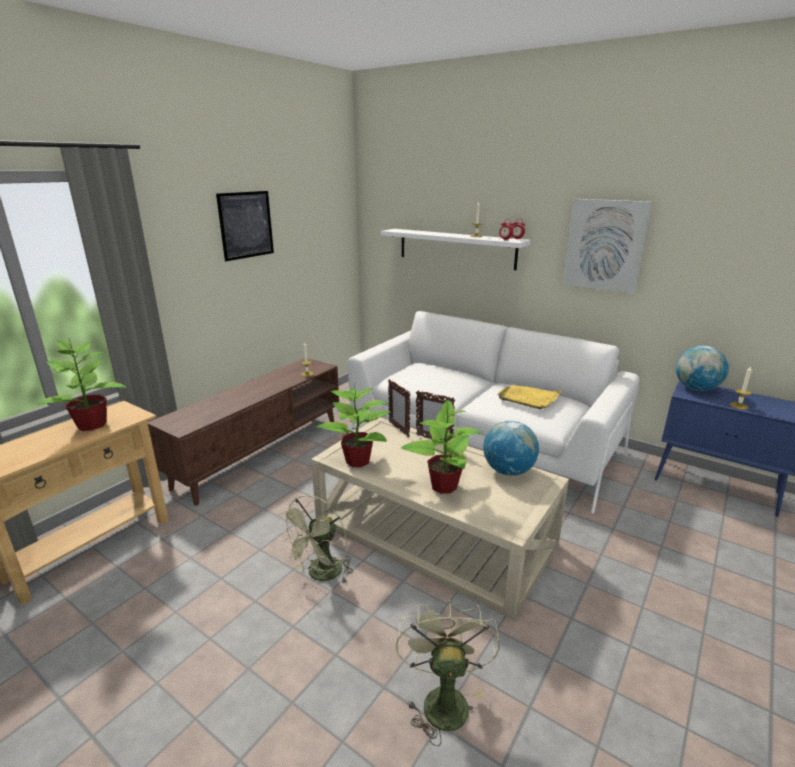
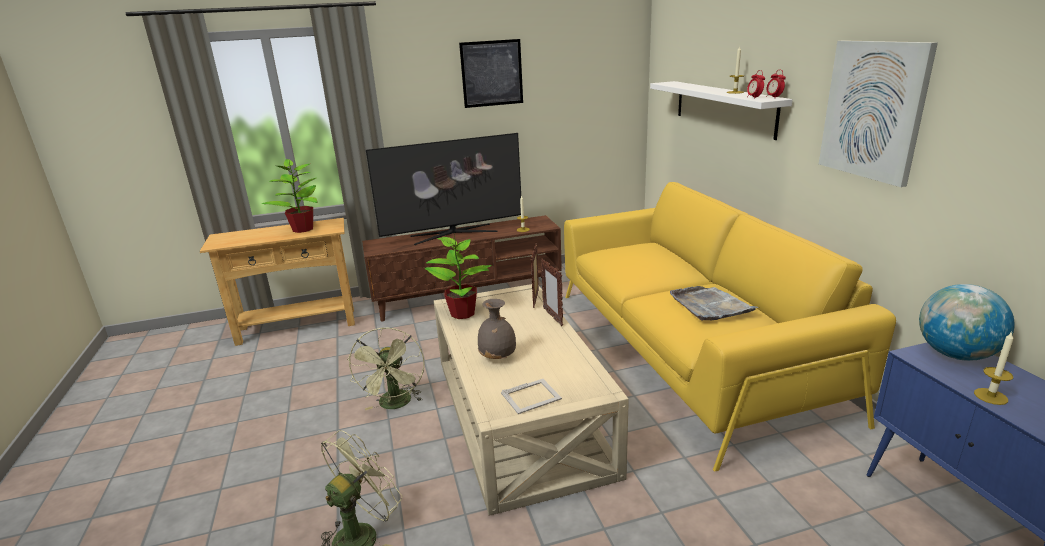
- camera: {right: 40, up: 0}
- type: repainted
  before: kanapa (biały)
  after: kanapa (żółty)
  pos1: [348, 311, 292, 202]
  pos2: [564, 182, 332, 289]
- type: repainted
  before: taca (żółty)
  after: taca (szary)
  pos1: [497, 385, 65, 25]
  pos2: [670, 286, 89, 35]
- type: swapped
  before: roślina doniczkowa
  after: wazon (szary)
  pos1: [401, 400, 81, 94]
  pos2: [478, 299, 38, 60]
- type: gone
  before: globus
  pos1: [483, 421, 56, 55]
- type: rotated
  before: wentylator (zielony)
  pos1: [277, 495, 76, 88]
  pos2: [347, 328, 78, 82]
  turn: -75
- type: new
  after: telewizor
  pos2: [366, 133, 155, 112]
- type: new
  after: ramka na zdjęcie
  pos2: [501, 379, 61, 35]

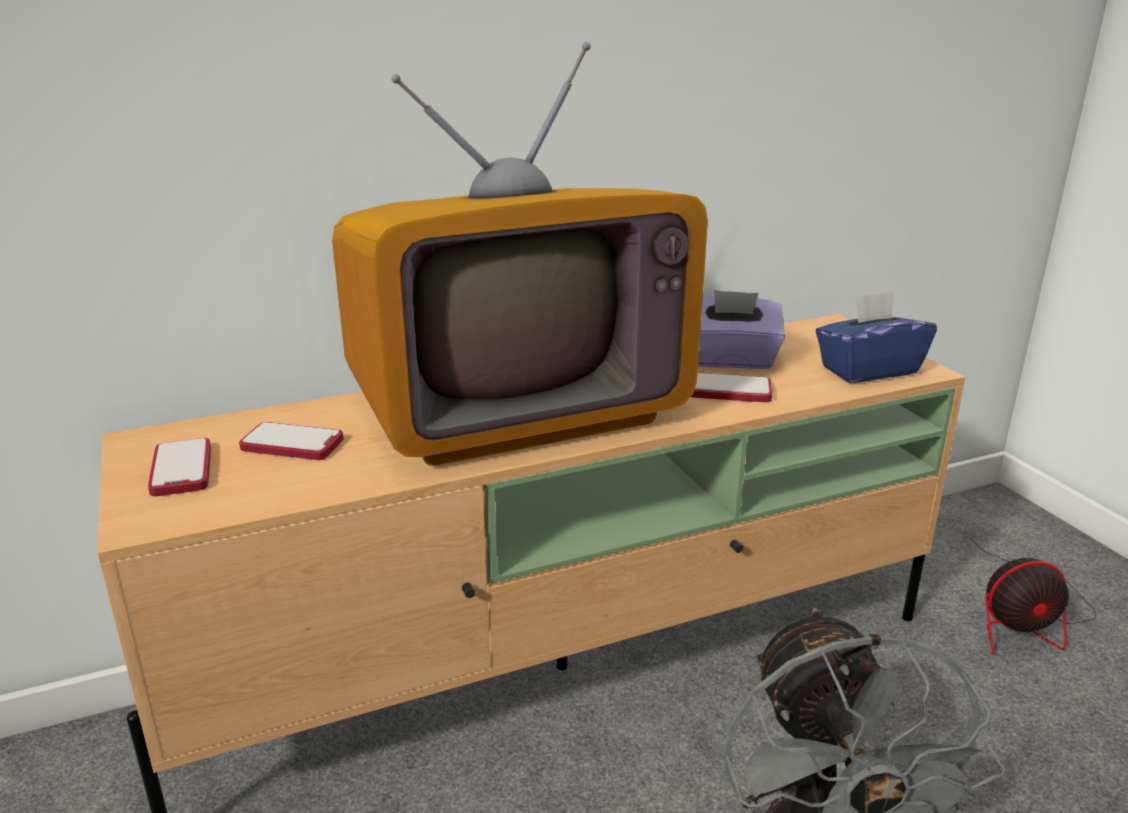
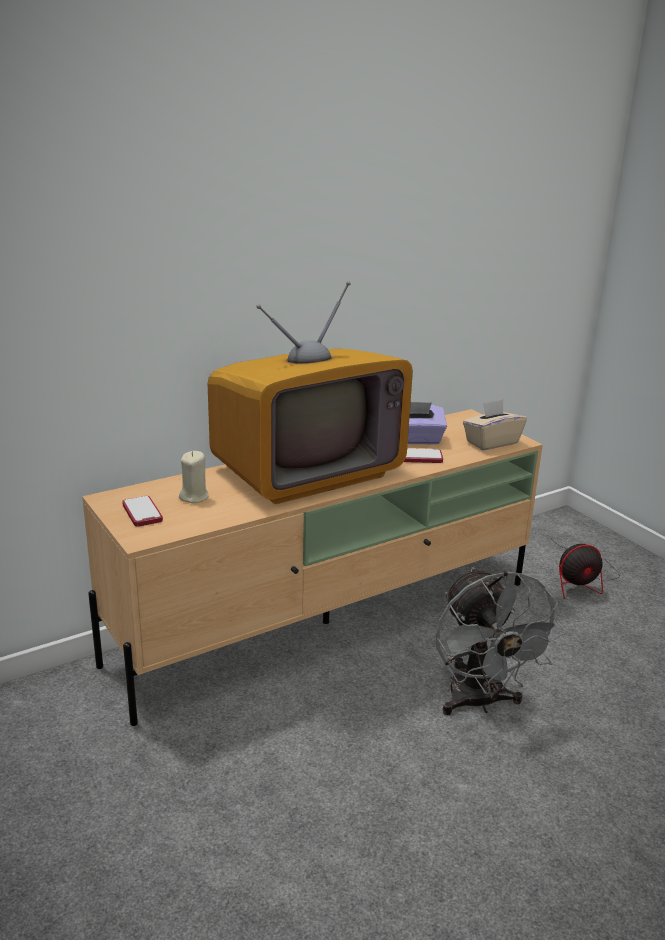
- camera: {right: -10, up: 0}
- type: repainted
  before: pudełko chusteczek (niebieski)
  after: pudełko chusteczek (beżowy)
  pos1: [816, 291, 121, 92]
  pos2: [463, 399, 64, 52]
- type: swapped
  before: telefon
  after: świeca (beżowy)
  pos1: [239, 422, 104, 38]
  pos2: [179, 451, 30, 52]

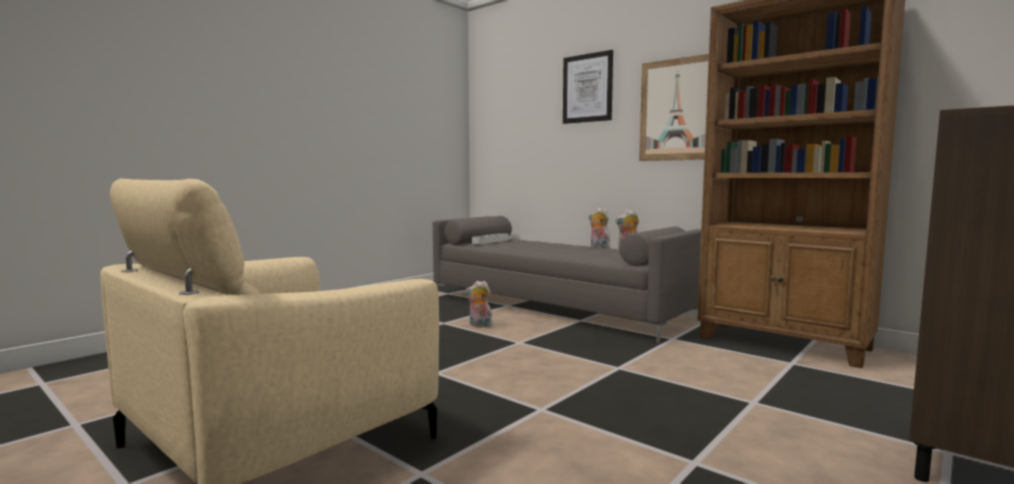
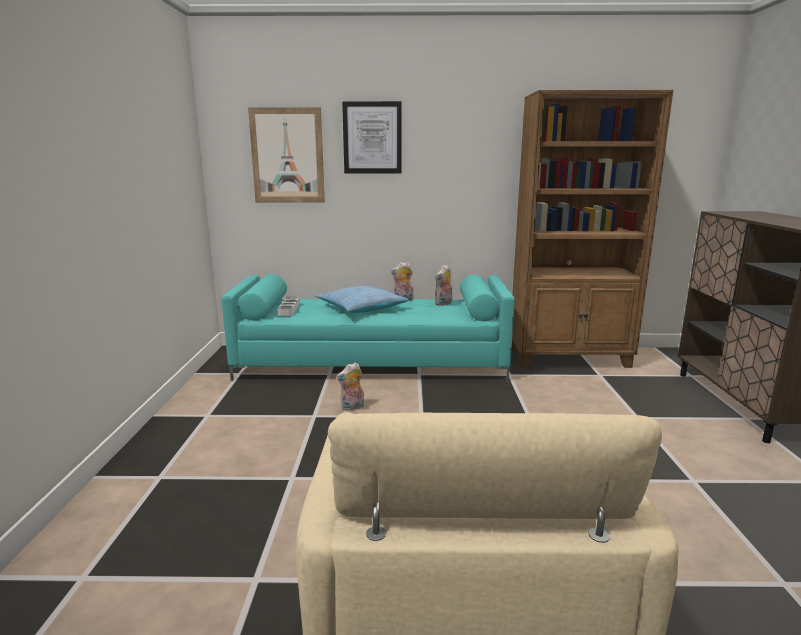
- camera: {right: -40, up: 10}
- type: shifted
  before: obraz
  pos1: [639, 54, 70, 107]
  pos2: [248, 107, 77, 96]
- type: repainted
  before: kanapa (szary)
  after: kanapa (turkusowy)
  pos1: [433, 216, 268, 127]
  pos2: [221, 274, 294, 108]
- type: new
  after: poduszka
  pos2: [315, 286, 94, 27]

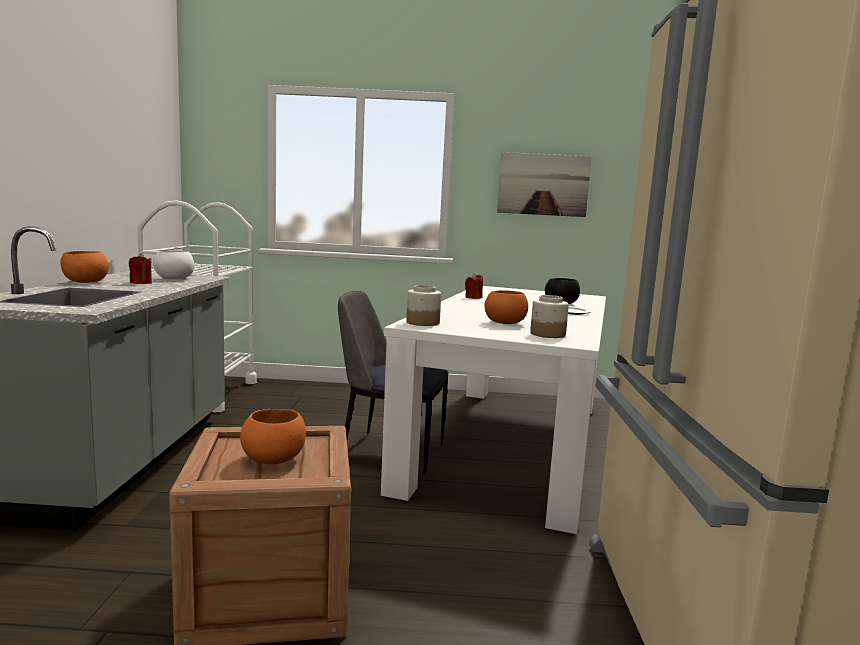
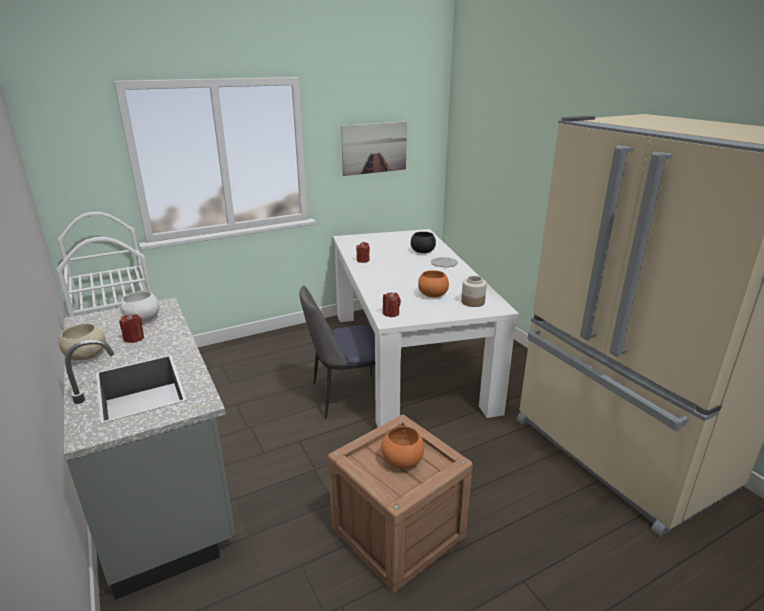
- camera: {right: -30, up: 15}
- type: repainted
  before: miska (pomarańczowy)
  after: miska (beżowy)
  pos1: [60, 251, 49, 32]
  pos2: [59, 323, 46, 37]
- type: swapped
  before: słoik
  after: świeca (czerwony)
  pos1: [406, 285, 35, 41]
  pos2: [382, 292, 19, 25]

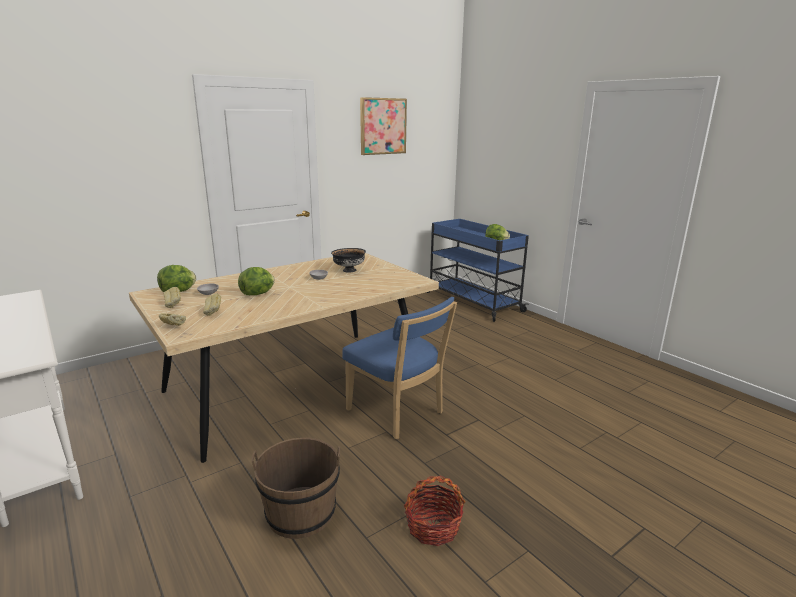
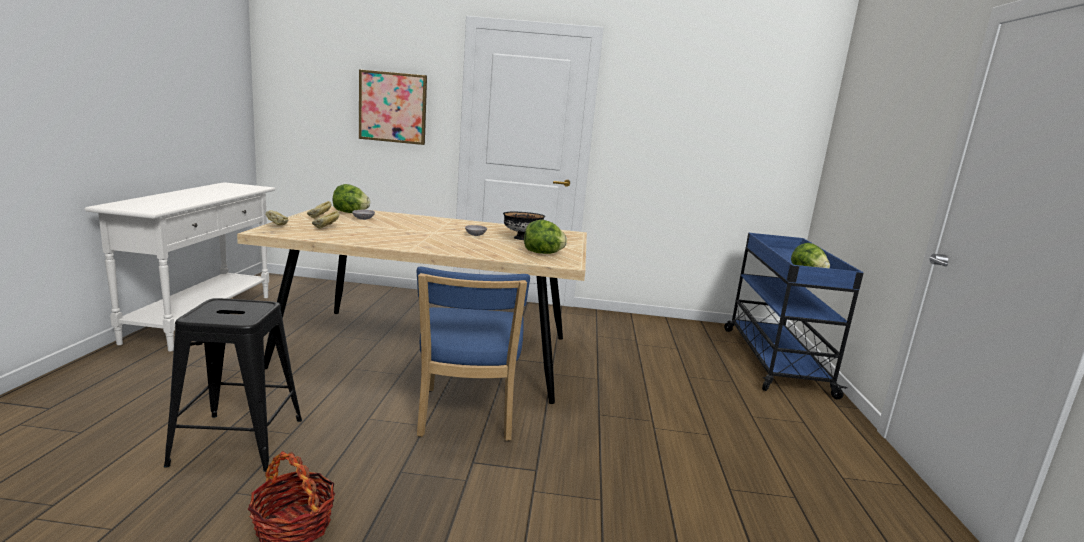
- camera: {right: 40, up: -5}
- type: shifted
  before: obraz
  pos1: [360, 97, 47, 58]
  pos2: [359, 69, 68, 76]
- type: shifted
  before: sałata
  pos1: [238, 267, 37, 28]
  pos2: [524, 220, 43, 34]
- type: swapped
  before: wiadro (brązowy)
  after: stołek (czarny)
  pos1: [252, 438, 88, 101]
  pos2: [164, 298, 138, 174]

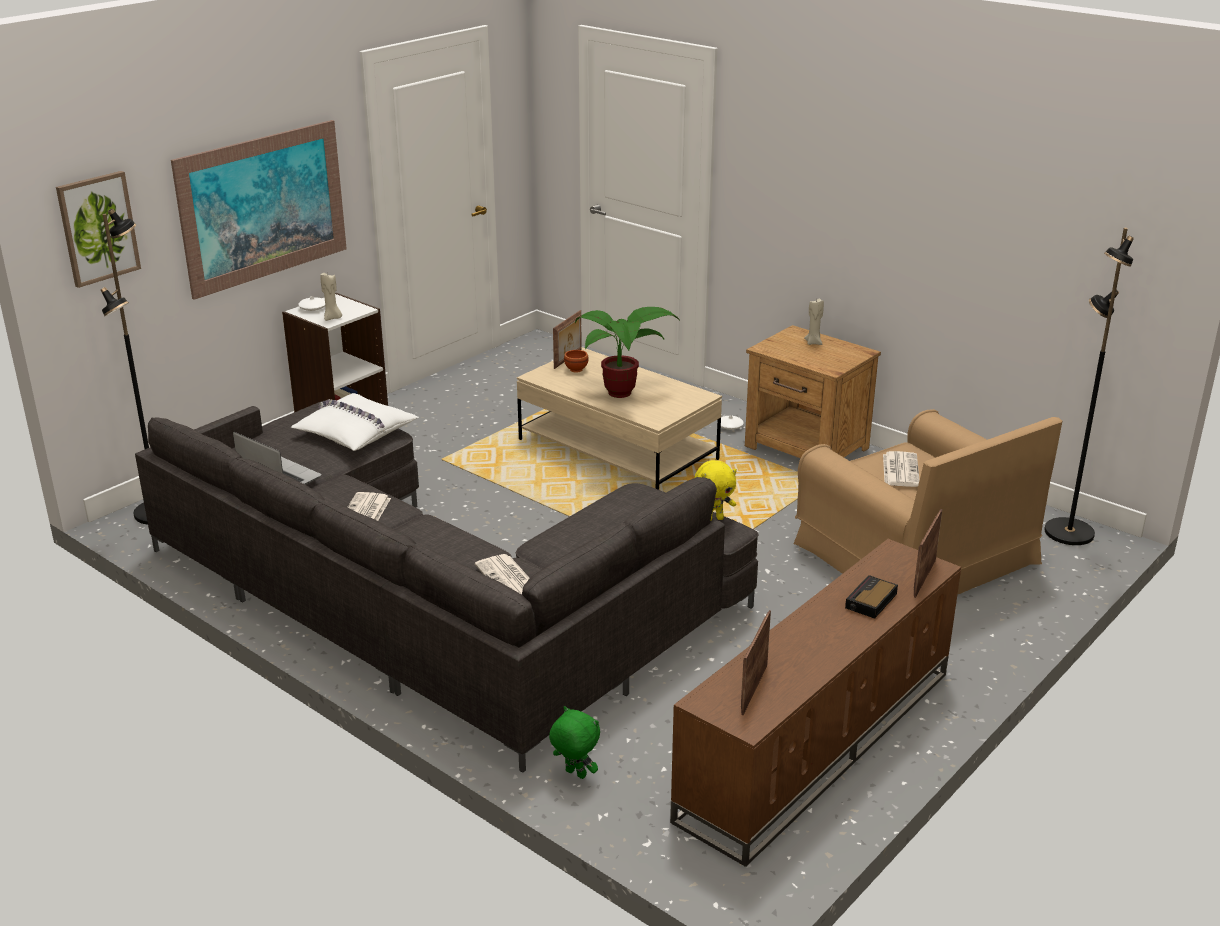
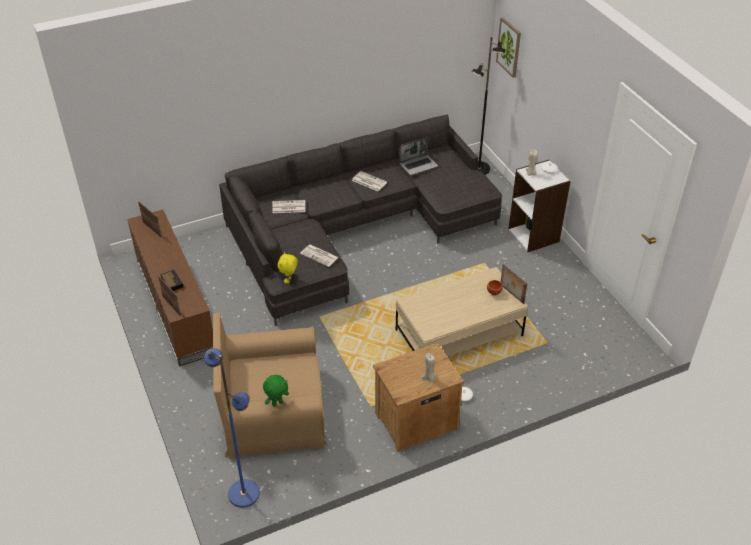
- camera: {right: 115, up: 15}
- type: gone
  before: obraz
  pos1: [171, 120, 176, 180]
- type: repainted
  before: lampa stojąca (czarny)
  after: lampa stojąca (niebieski)
  pos1: [1044, 228, 90, 317]
  pos2: [204, 348, 56, 159]
- type: gone
  before: roślina doniczkowa
  pos1: [575, 307, 104, 91]
- type: gone
  before: poduszka (biały)
  pos1: [291, 393, 128, 58]
- type: shifted
  before: gazeta
  pos1: [883, 451, 37, 36]
  pos2: [300, 245, 39, 22]
- type: shifted
  before: pluszak (zielony)
  pos1: [549, 706, 51, 73]
  pos2: [263, 375, 26, 32]

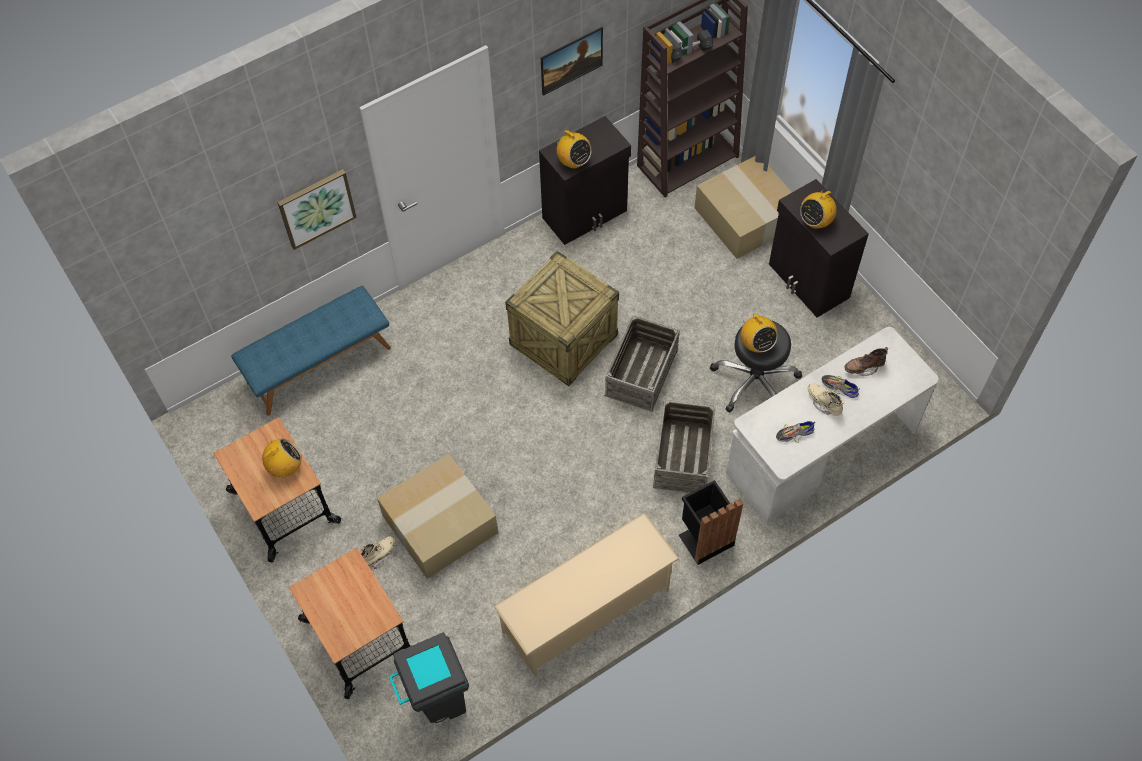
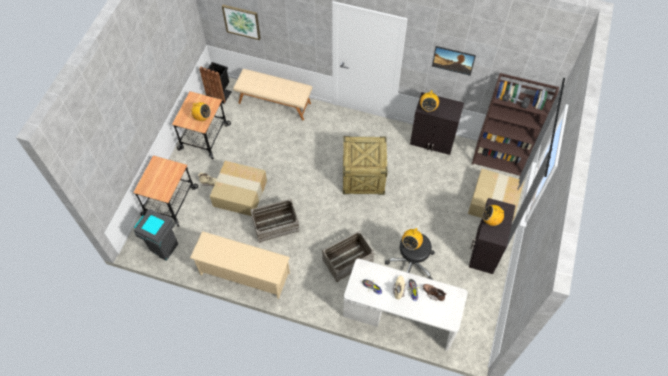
- camera: {right: 50, up: 0}
- type: shifted
  before: obraz
  pos1: [277, 169, 80, 81]
  pos2: [222, 5, 39, 35]
- type: repainted
  before: ławka (niebieski)
  after: ławka (beżowy)
  pos1: [231, 286, 160, 130]
  pos2: [233, 69, 79, 52]
- type: shifted
  before: skrzynka
  pos1: [604, 315, 76, 97]
  pos2: [251, 199, 49, 44]
- type: shifted
  before: kosz na śmieci (czarny)
  pos1: [679, 480, 64, 85]
  pos2: [199, 62, 33, 42]

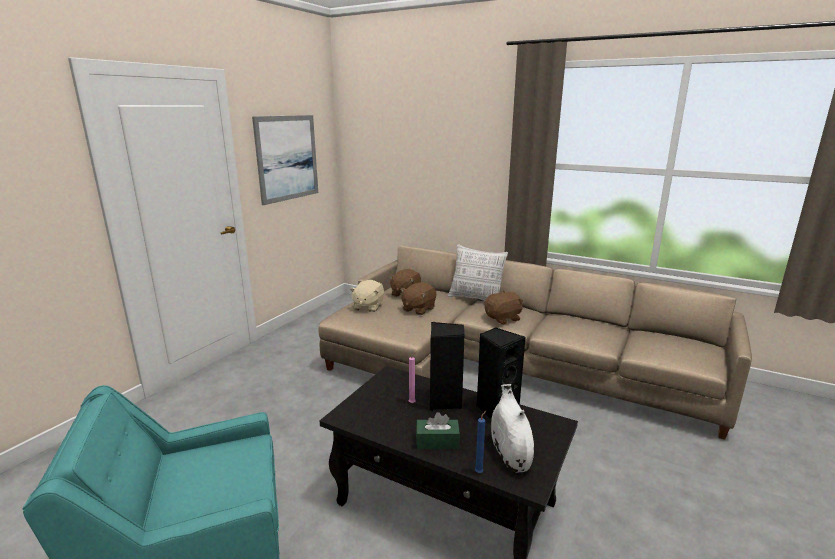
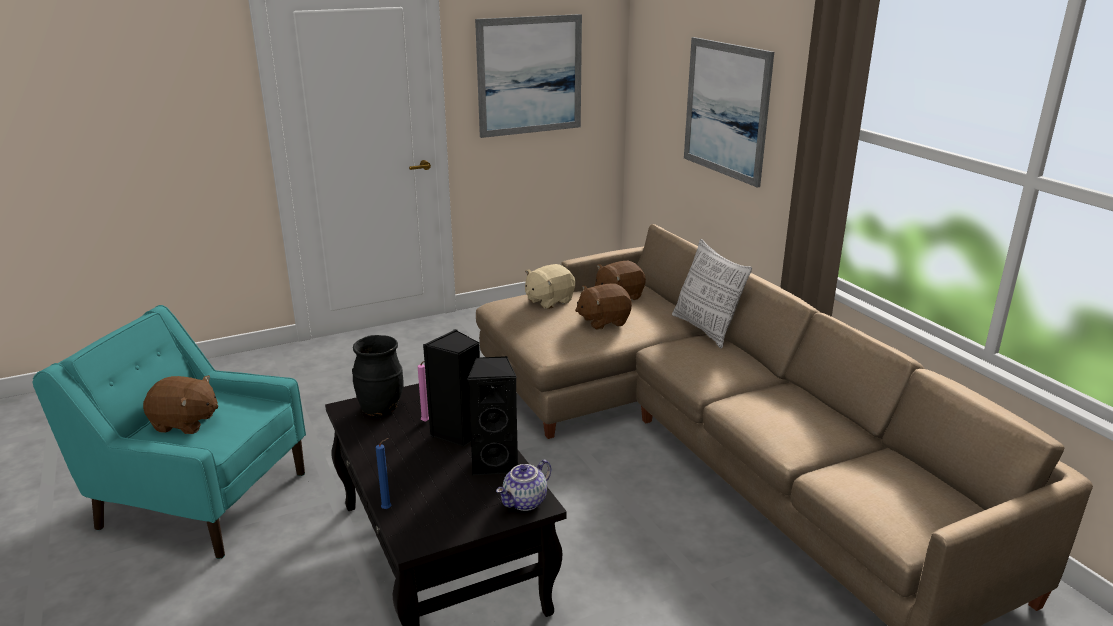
- camera: {right: 35, up: 5}
- type: shifted
  before: pluszak (brązowy)
  pos1: [484, 291, 40, 34]
  pos2: [143, 375, 75, 59]
- type: gone
  before: wazon (biały)
  pos1: [491, 384, 43, 88]
- type: gone
  before: pudełko chusteczek (zielony)
  pos1: [416, 412, 44, 37]
- type: new
  after: obraz
  pos2: [684, 37, 90, 150]
- type: new
  after: wazon (czarny)
  pos2: [352, 335, 52, 81]
- type: new
  after: imbryk
  pos2: [496, 460, 55, 51]

